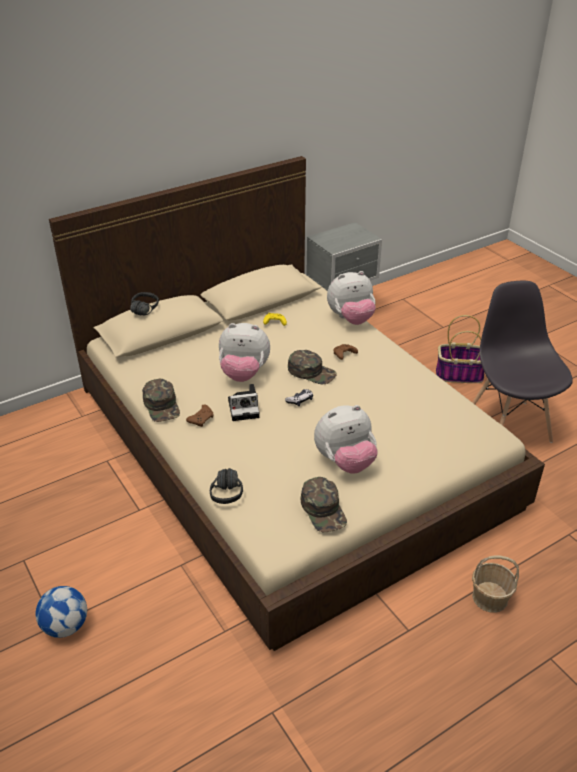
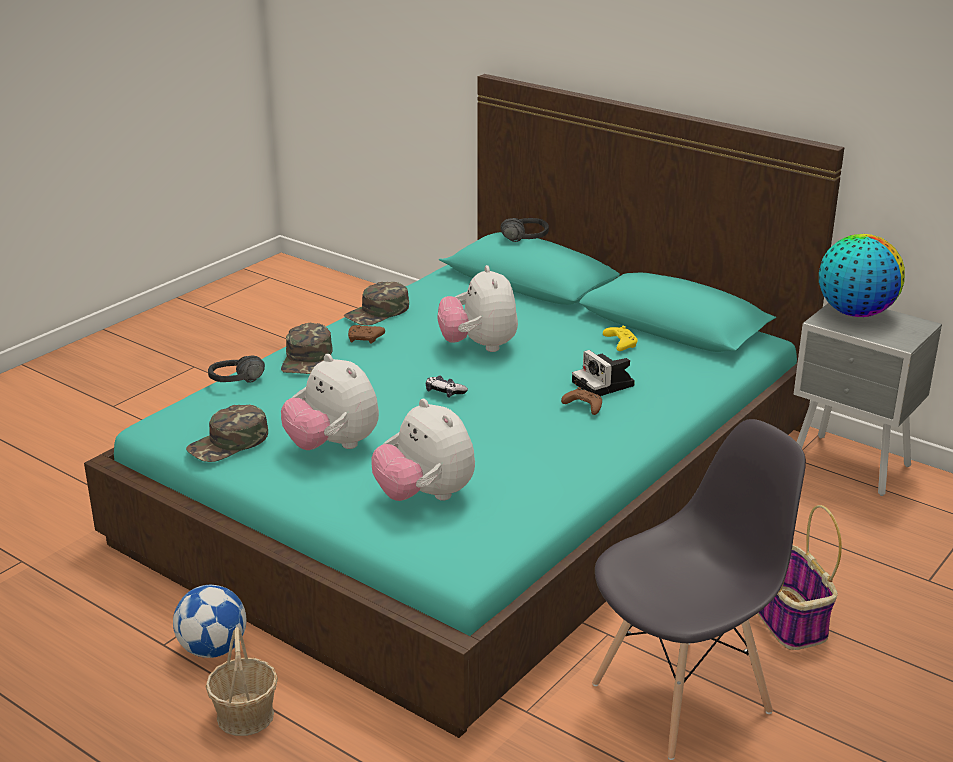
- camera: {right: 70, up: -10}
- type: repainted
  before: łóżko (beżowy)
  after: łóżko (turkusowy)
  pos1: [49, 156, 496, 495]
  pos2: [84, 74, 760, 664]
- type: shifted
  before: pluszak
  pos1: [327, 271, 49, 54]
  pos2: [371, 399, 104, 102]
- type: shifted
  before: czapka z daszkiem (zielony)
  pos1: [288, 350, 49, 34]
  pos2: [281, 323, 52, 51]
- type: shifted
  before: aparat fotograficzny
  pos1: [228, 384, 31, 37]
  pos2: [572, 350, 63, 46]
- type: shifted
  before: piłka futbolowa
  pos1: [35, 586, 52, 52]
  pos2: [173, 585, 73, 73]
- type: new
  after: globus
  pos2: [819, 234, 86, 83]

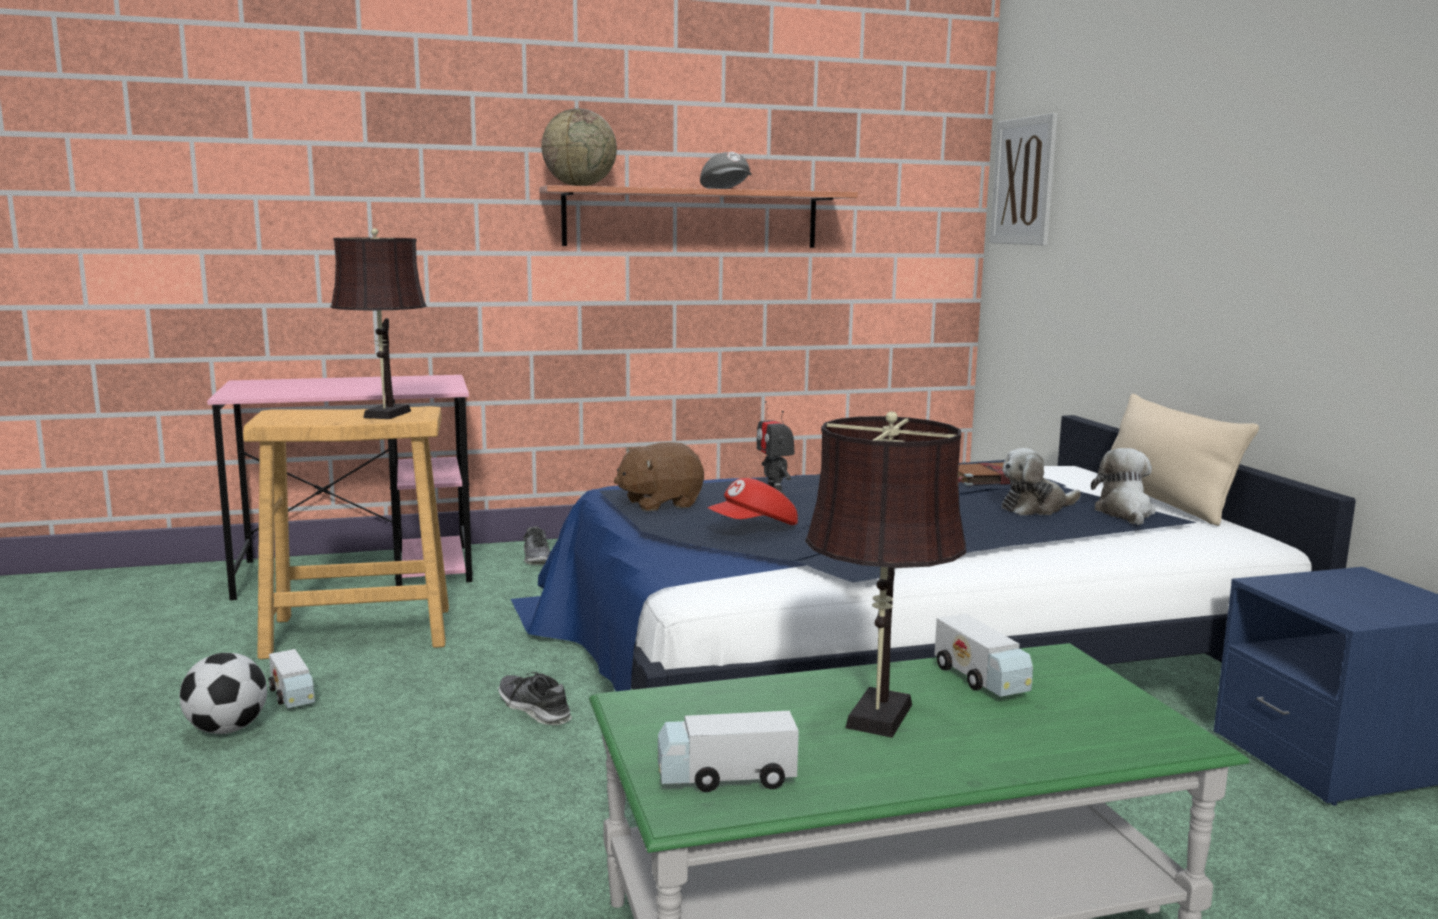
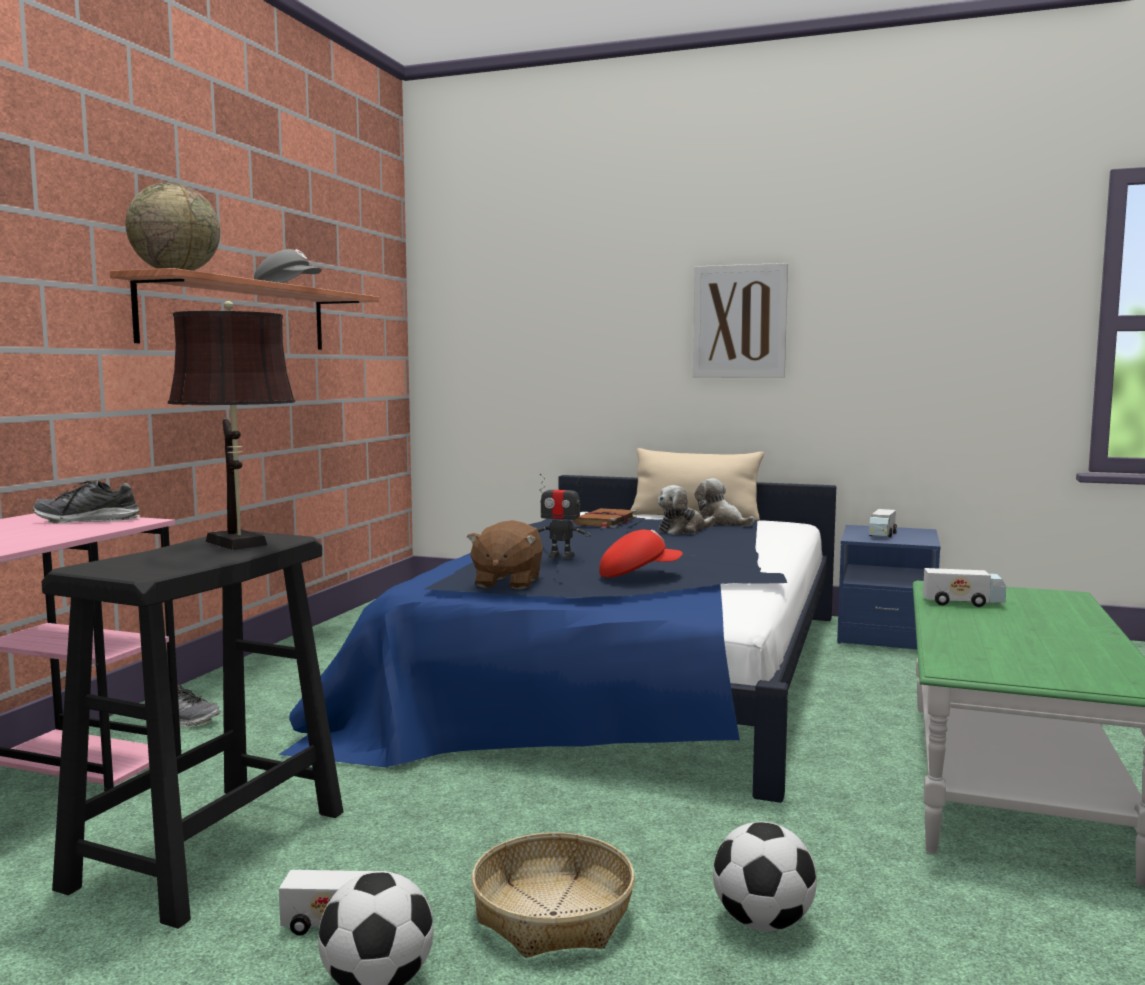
- camera: {right: -55, up: -5}
- type: shifted
  before: obraz
  pos1: [990, 113, 68, 132]
  pos2: [693, 263, 95, 115]
- type: repainted
  before: stołek (beżowy)
  after: stołek (czarny)
  pos1: [243, 406, 206, 253]
  pos2: [42, 531, 301, 398]
- type: gone
  before: lampa stołowa (brązowy)
  pos1: [805, 411, 161, 327]
- type: rotated
  before: pluszak
  pos1: [1002, 448, 79, 68]
  pos2: [658, 485, 57, 50]
  turn: 45
- type: rotated
  before: czapka z daszkiem (czerwony)
  pos1: [708, 478, 90, 47]
  pos2: [599, 529, 83, 48]
  turn: -105
- type: shifted
  before: but
  pos1: [498, 672, 74, 53]
  pos2: [33, 480, 107, 43]
- type: shifted
  before: ciężarówka zabawkowa
  pos1: [658, 711, 141, 81]
  pos2: [869, 509, 28, 28]
- type: new
  after: piłka futbolowa
  pos2: [713, 821, 104, 110]
- type: new
  after: koszyk
  pos2: [471, 832, 164, 126]

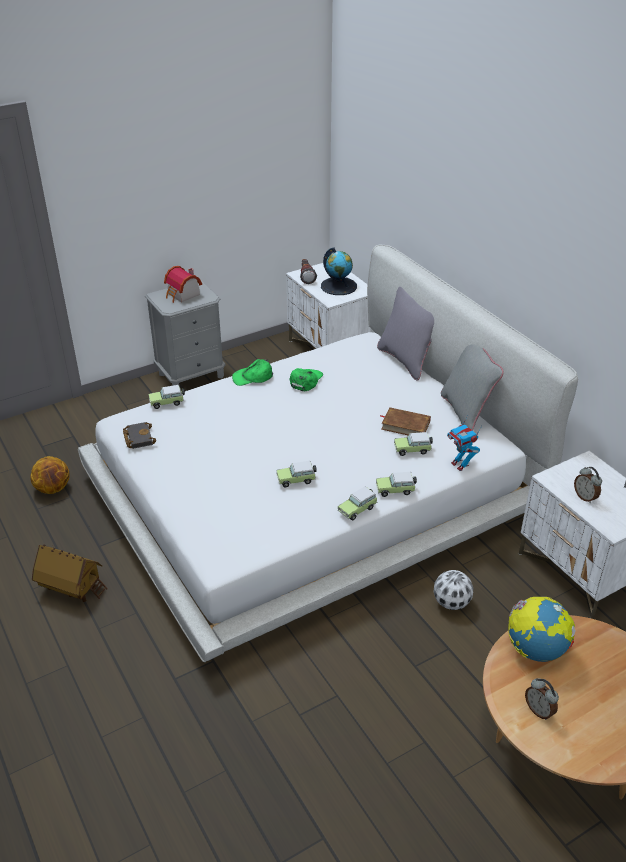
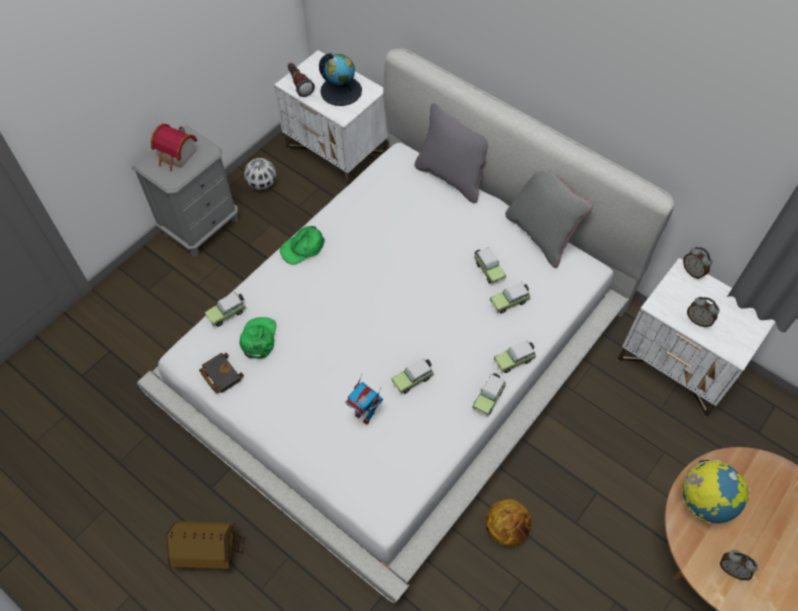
- camera: {right: -20, up: 20}
- type: shifted
  before: czapka z daszkiem (zielony)
  pos1: [290, 368, 33, 23]
  pos2: [239, 317, 37, 42]
- type: swapped
  before: książka (brązowy)
  after: samochodzik
  pos1: [380, 407, 51, 28]
  pos2: [474, 247, 32, 37]
- type: shifted
  before: robot zabawkowy
  pos1: [447, 415, 35, 56]
  pos2: [345, 375, 38, 50]
- type: shifted
  before: piłka do koszykówki
  pos1: [30, 456, 40, 38]
  pos2: [485, 499, 46, 47]
- type: shifted
  before: piłka futbolowa
  pos1: [434, 570, 39, 40]
  pos2: [244, 158, 32, 32]
- type: new
  after: budzik
  pos2: [683, 247, 29, 32]

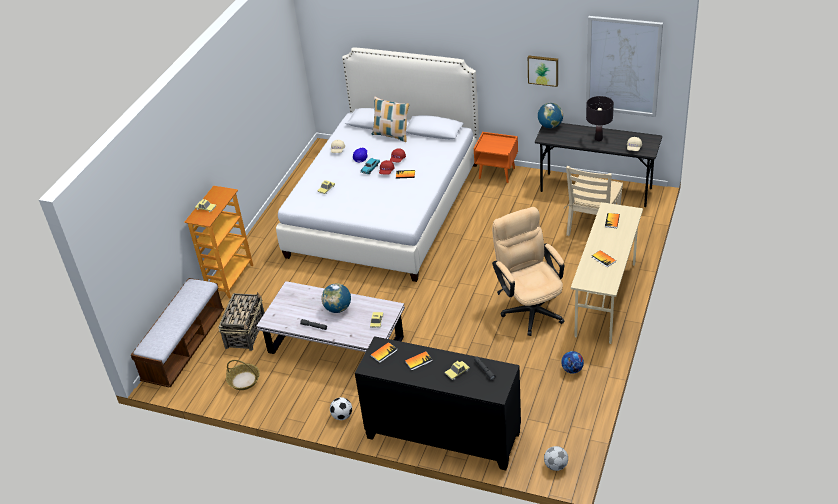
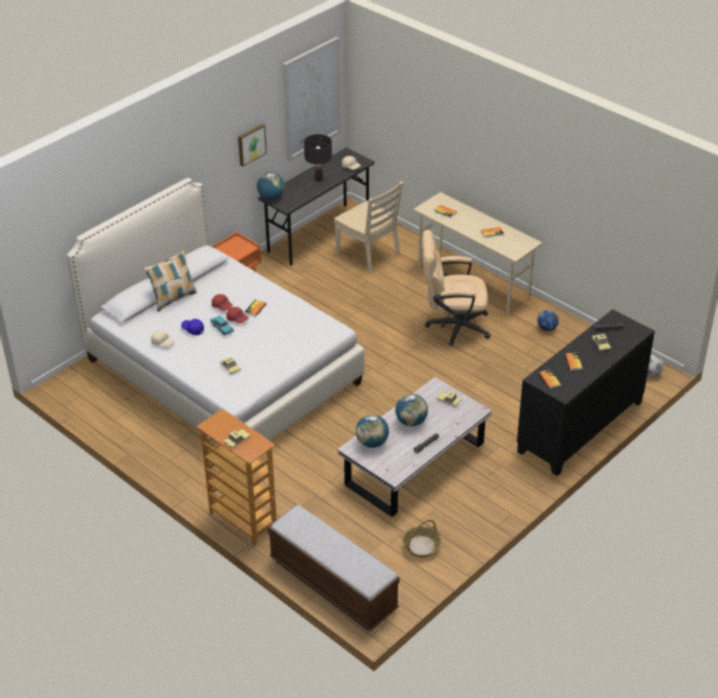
- camera: {right: -70, up: 0}
- type: gone
  before: koszyk
  pos1: [218, 292, 47, 59]
- type: gone
  before: piłka futbolowa
  pos1: [330, 397, 22, 23]
- type: new
  after: globus
  pos2: [356, 414, 33, 34]

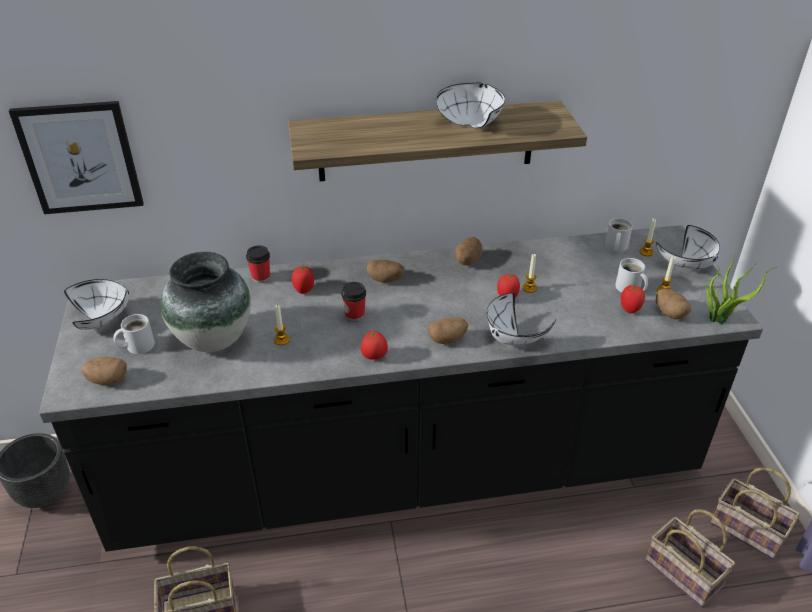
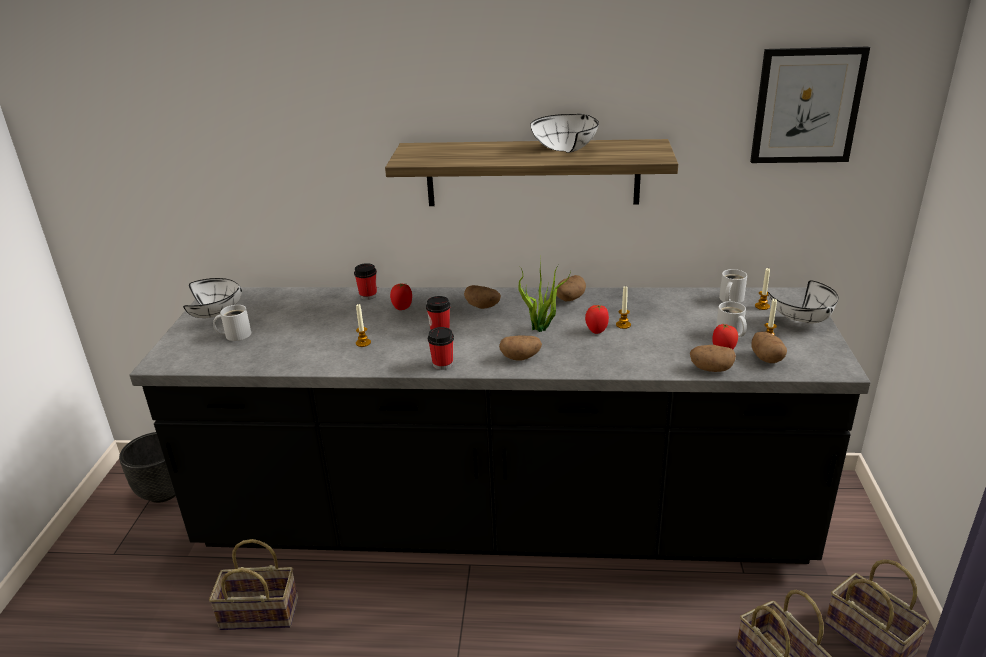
- camera: {right: 15, up: -10}
- type: shifted
  before: obraz
  pos1: [9, 101, 135, 113]
  pos2: [750, 46, 120, 117]
- type: gone
  before: wazon
  pos1: [160, 252, 91, 100]
- type: shifted
  before: roślina doniczkowa
  pos1: [705, 257, 72, 67]
  pos2: [518, 254, 53, 78]
- type: gone
  before: miska (biały)
  pos1: [487, 293, 69, 52]
- type: swapped
  before: pomidor
  after: filiżanka
  pos1: [361, 331, 27, 29]
  pos2: [428, 327, 26, 43]
- type: shifted
  before: ziemniak
  pos1: [81, 357, 46, 28]
  pos2: [690, 345, 46, 27]

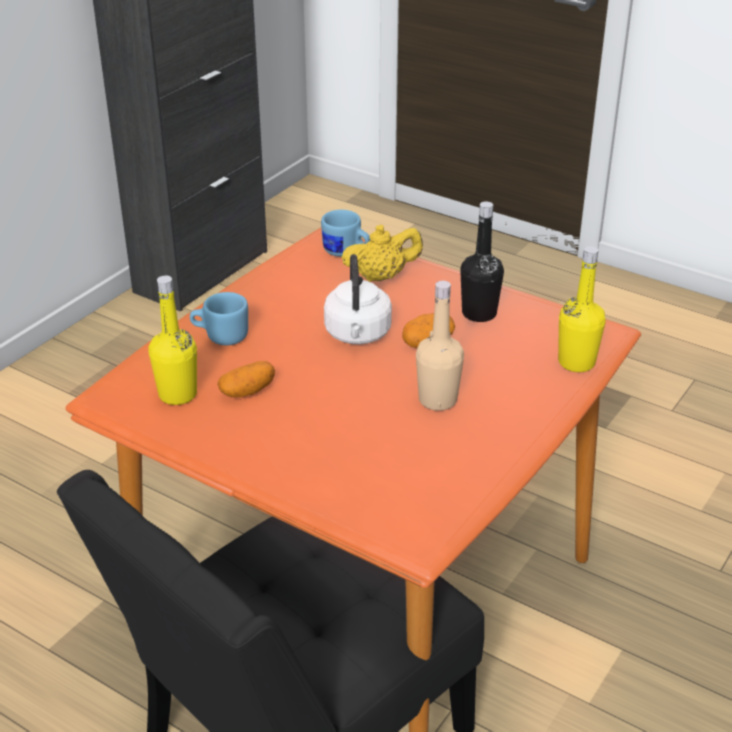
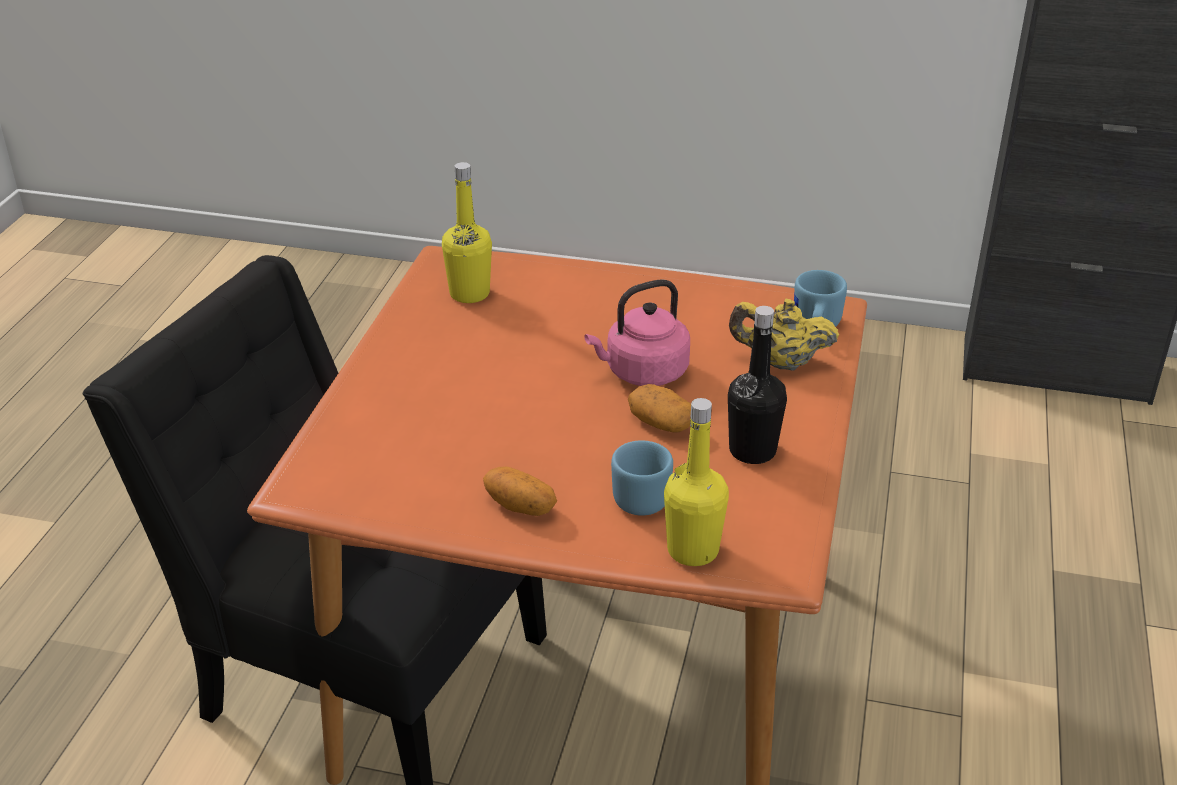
- camera: {right: 70, up: 0}
- type: rotated
  before: imbryk (żółty)
  pos1: [342, 224, 81, 58]
  pos2: [729, 299, 110, 72]
  turn: 135
- type: repainted
  before: czajnik (biały)
  after: czajnik (różowy)
  pos1: [324, 254, 68, 90]
  pos2: [584, 279, 106, 107]
- type: gone
  before: butelka (beżowy)
  pos1: [416, 281, 48, 130]
- type: shifted
  before: kubek (niebieski)
  pos1: [190, 292, 58, 53]
  pos2: [611, 440, 62, 76]
- type: shifted
  before: ziemniak
  pos1: [217, 361, 58, 37]
  pos2: [483, 466, 74, 50]

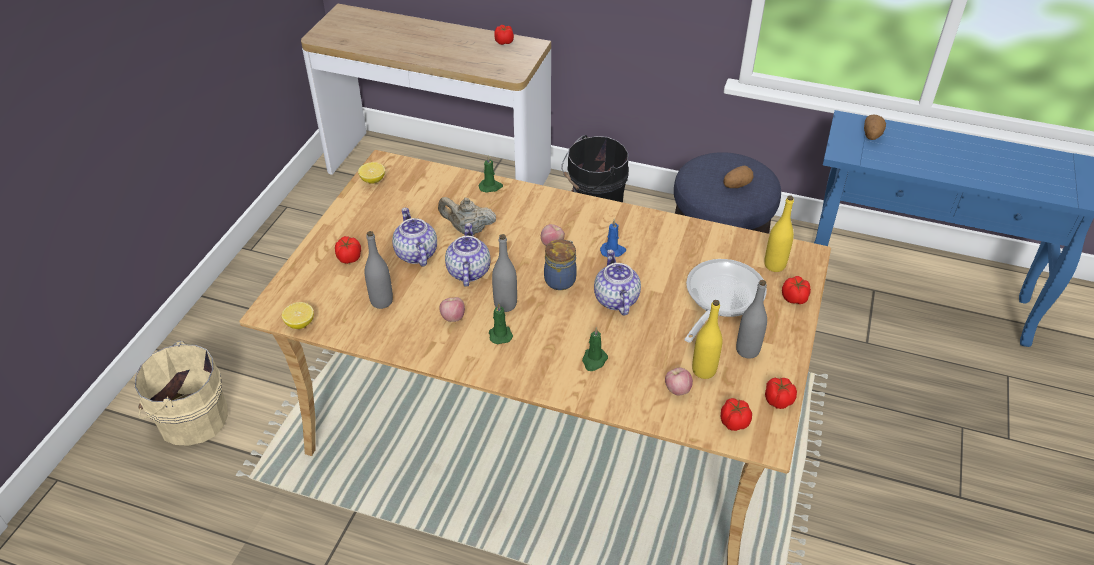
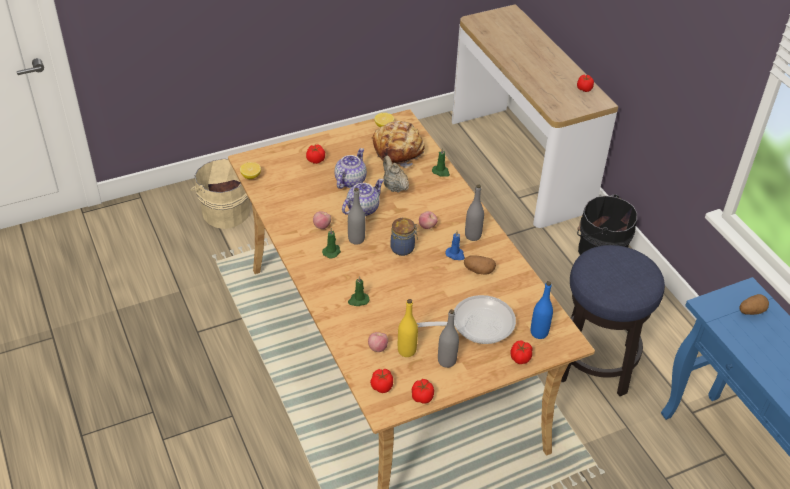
- camera: {right: 45, up: 0}
- type: shifted
  before: ziemniak
  pos1: [723, 166, 30, 22]
  pos2: [464, 255, 32, 20]
- type: repainted
  before: butelka (żółty)
  after: butelka (niebieski)
  pos1: [764, 195, 30, 77]
  pos2: [531, 281, 22, 58]
- type: shifted
  before: butelka (szary)
  pos1: [365, 231, 28, 78]
  pos2: [465, 185, 19, 56]
- type: gone
  before: imbryk
  pos1: [594, 250, 47, 66]
- type: new
  after: chleb
  pos2: [372, 121, 53, 47]

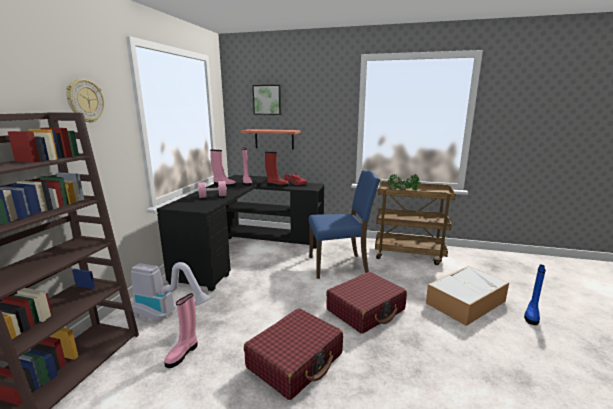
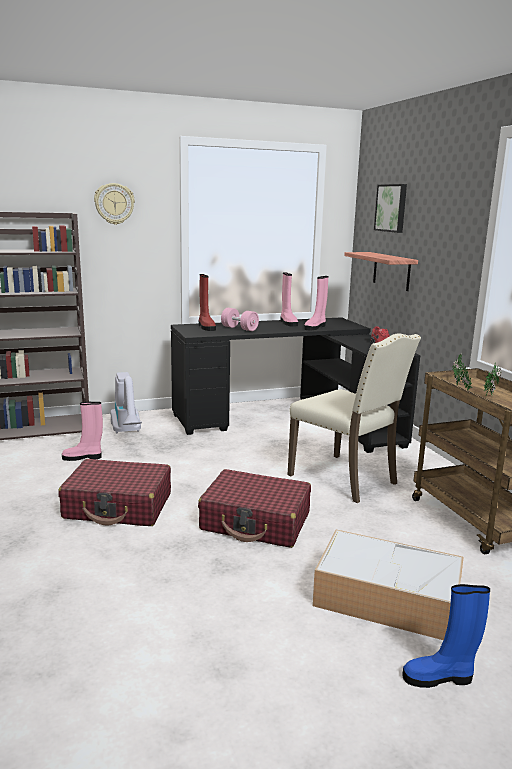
- camera: {right: 55, up: 0}
- type: shifted
  before: but z cholewką (czerwony)
  pos1: [265, 152, 24, 35]
  pos2: [199, 274, 17, 57]
- type: repainted
  before: krzesło (niebieski)
  after: krzesło (beżowy)
  pos1: [309, 170, 71, 109]
  pos2: [288, 333, 133, 170]

